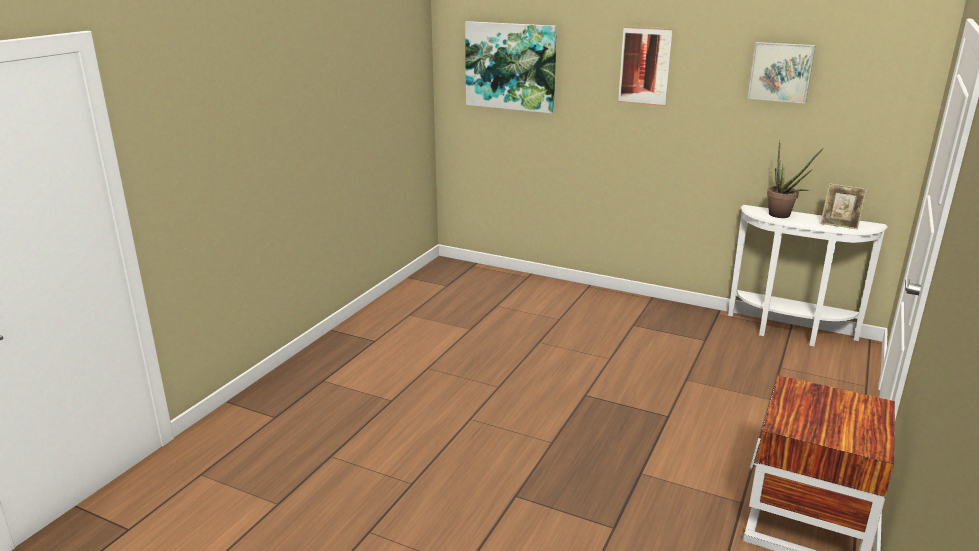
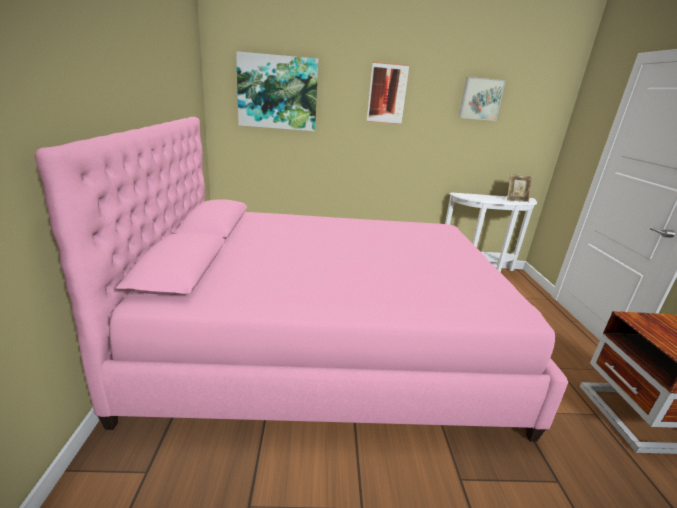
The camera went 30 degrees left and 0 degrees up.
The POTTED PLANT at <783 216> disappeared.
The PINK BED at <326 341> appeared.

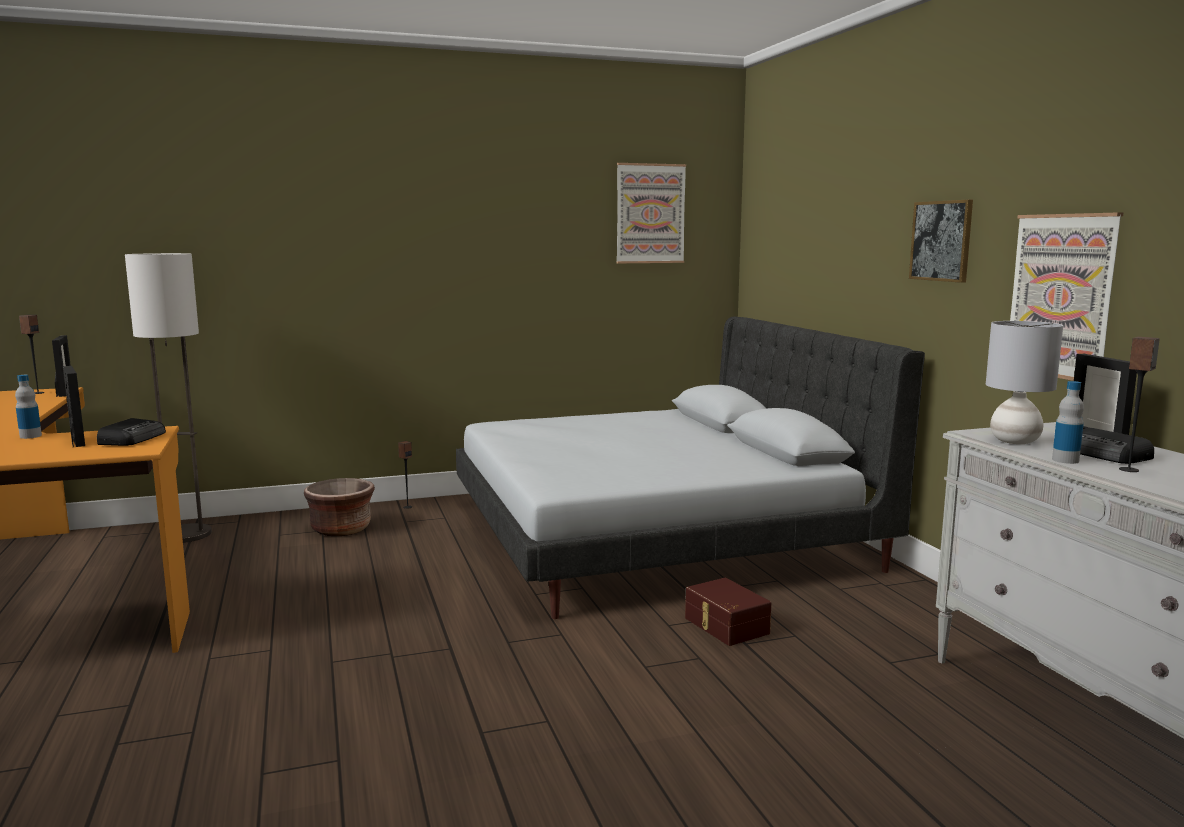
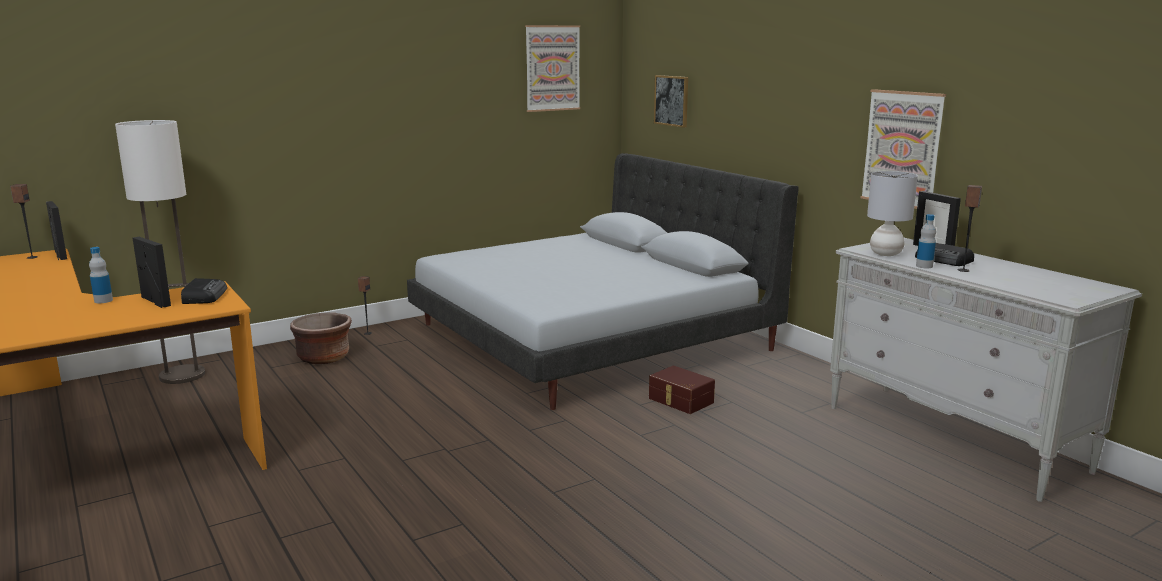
The camera went 15 degrees left and 5 degrees up.
The PICTURE moved from <941 241> to <671 100>.

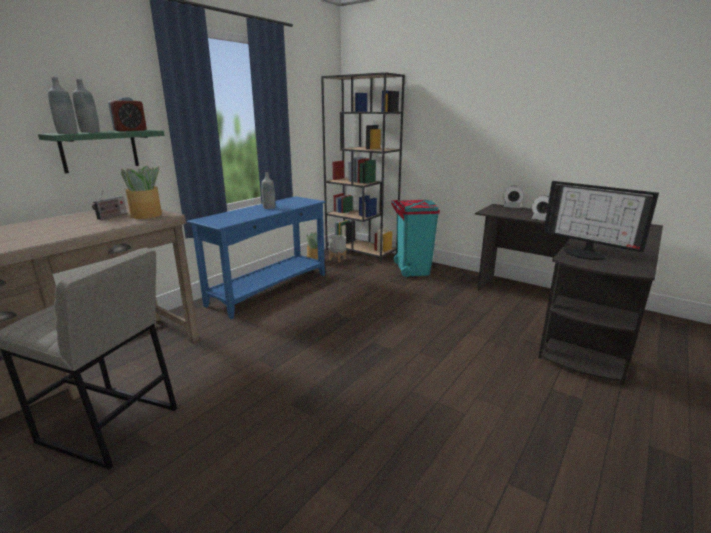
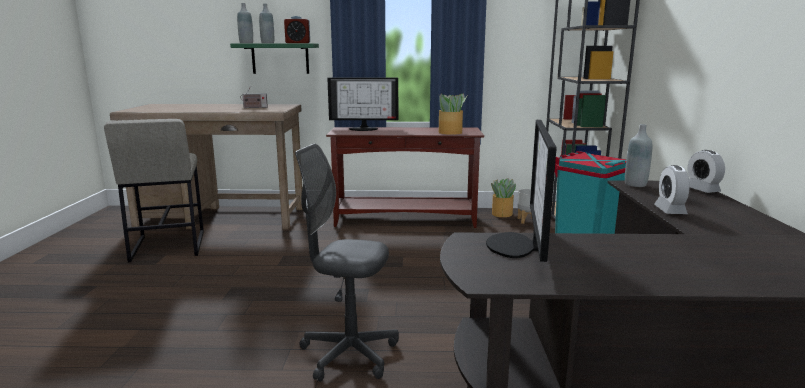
The camera went 55 degrees right and 5 degrees down.
The POTTED PLANT moved from <147 215> to <450 132>.
The BLUE CONSOLE TABLE at <269 289> became the BROWN CONSOLE TABLE at <406 220>.
The GREY BOTTLE moved from <269 207> to <635 184>.
The GREY OFFICE CHAIR at <349 354> appeared.
The MONITOR at <364 128> appeared.

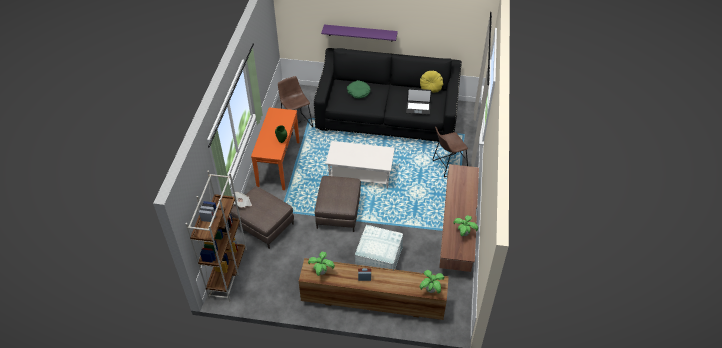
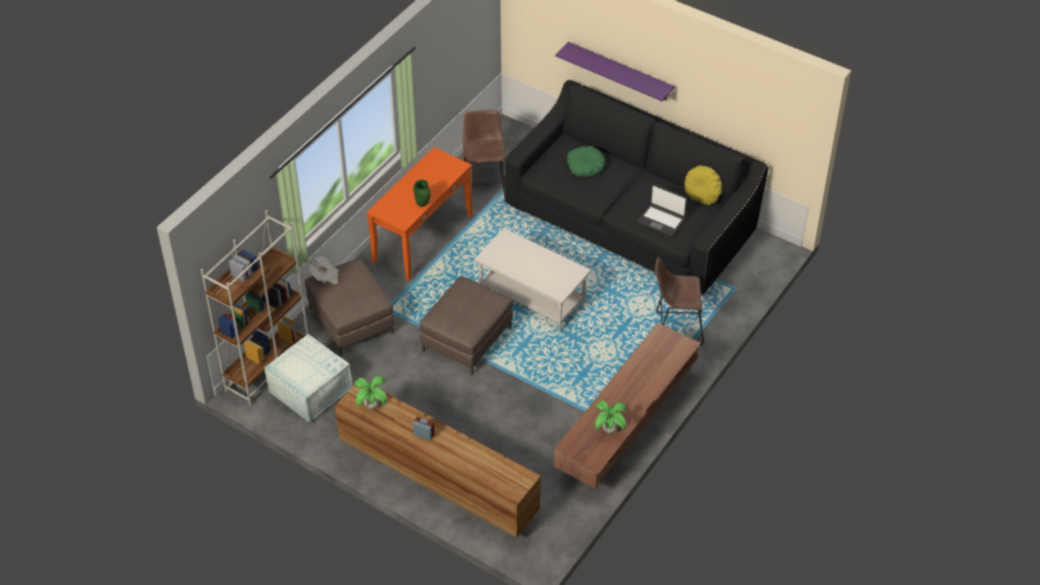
The camera went 25 degrees right and 0 degrees up.
The WHITE OTTOMAN moved from <378 259> to <310 391>.
The POTTED PLANT at <430 290> disappeared.

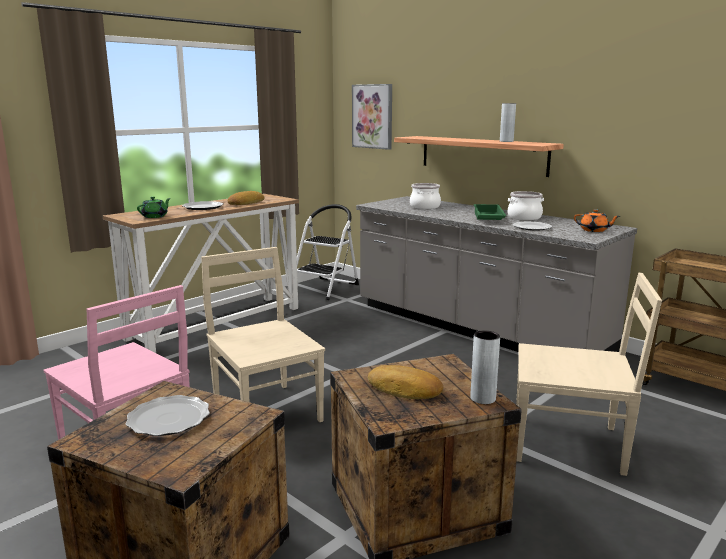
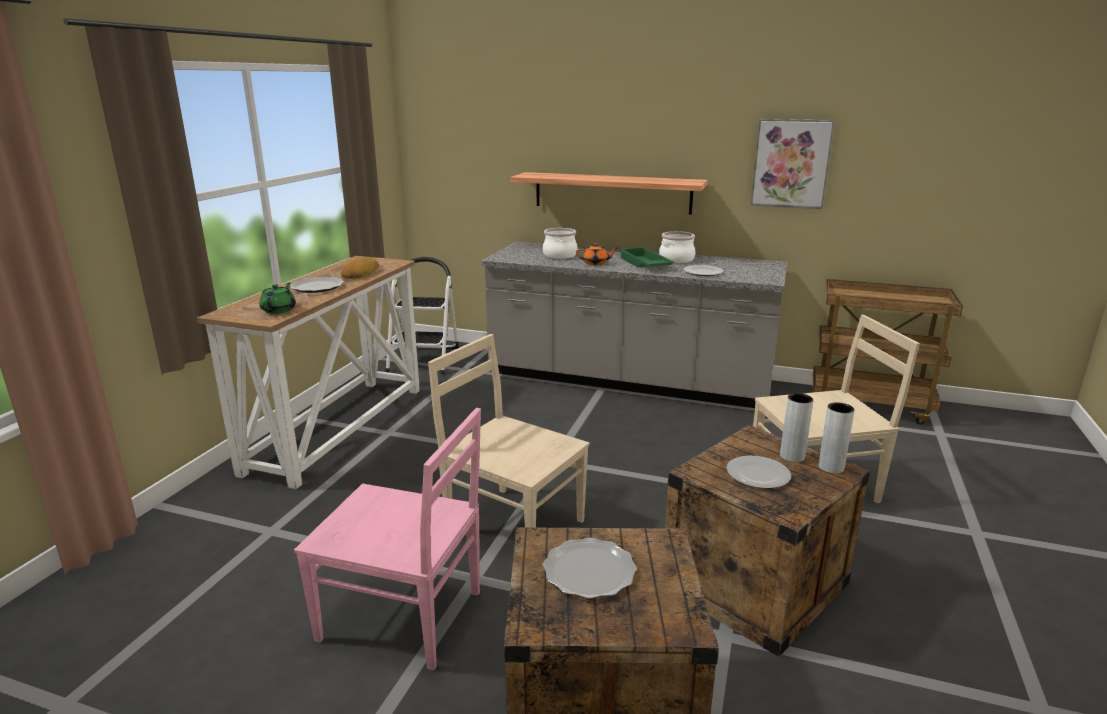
The camera went 25 degrees left and 5 degrees up.
The PICTURE moved from <372 116> to <791 163>.
The BREAD at <404 389> was replaced by the PLATE at <758 475>.
The GREY VASE moved from <506 141> to <792 456>.
The ORANGE TEAPOT moved from <594 230> to <596 263>.

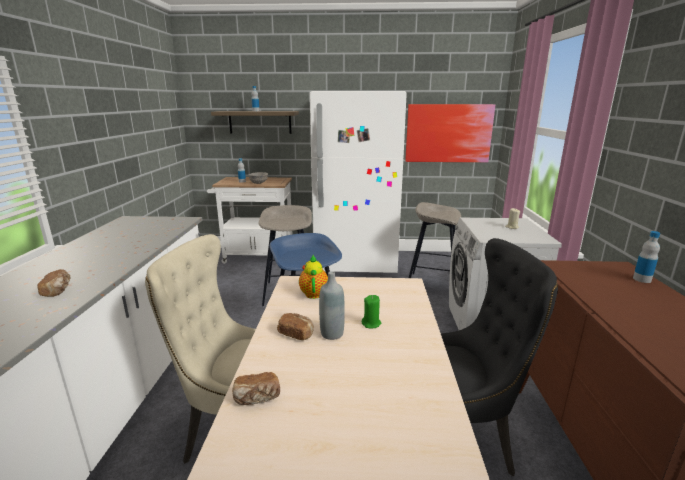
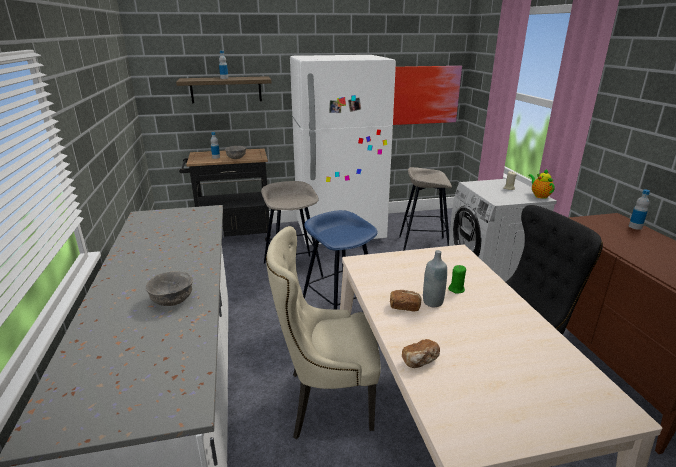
The camera went 15 degrees left and 5 degrees up.
The BREAD at <58 290> was replaced by the GREY BOWL at <173 300>.
The WHITE CART at <256 257> became the BLACK CART at <233 237>.
The TEAPOT moved from <314 293> to <539 195>.

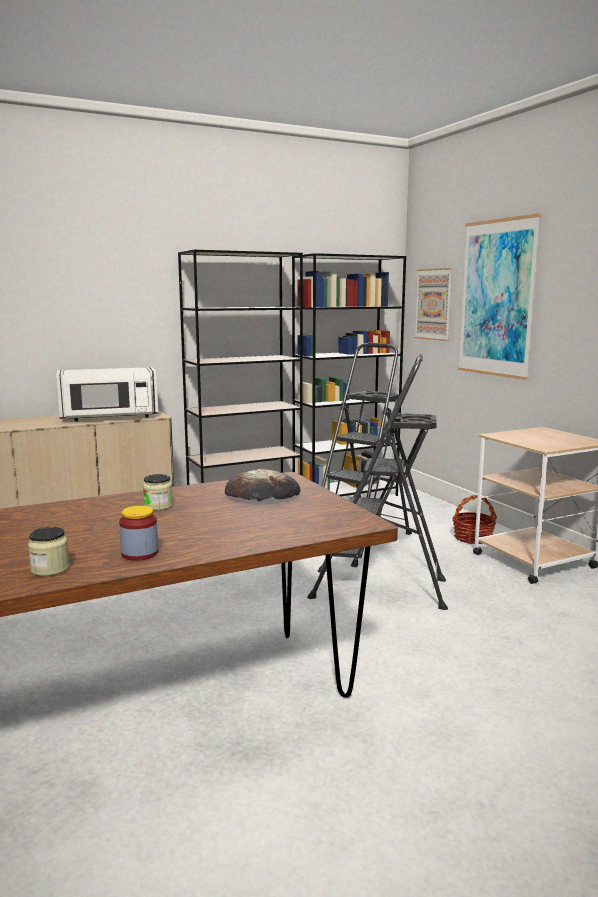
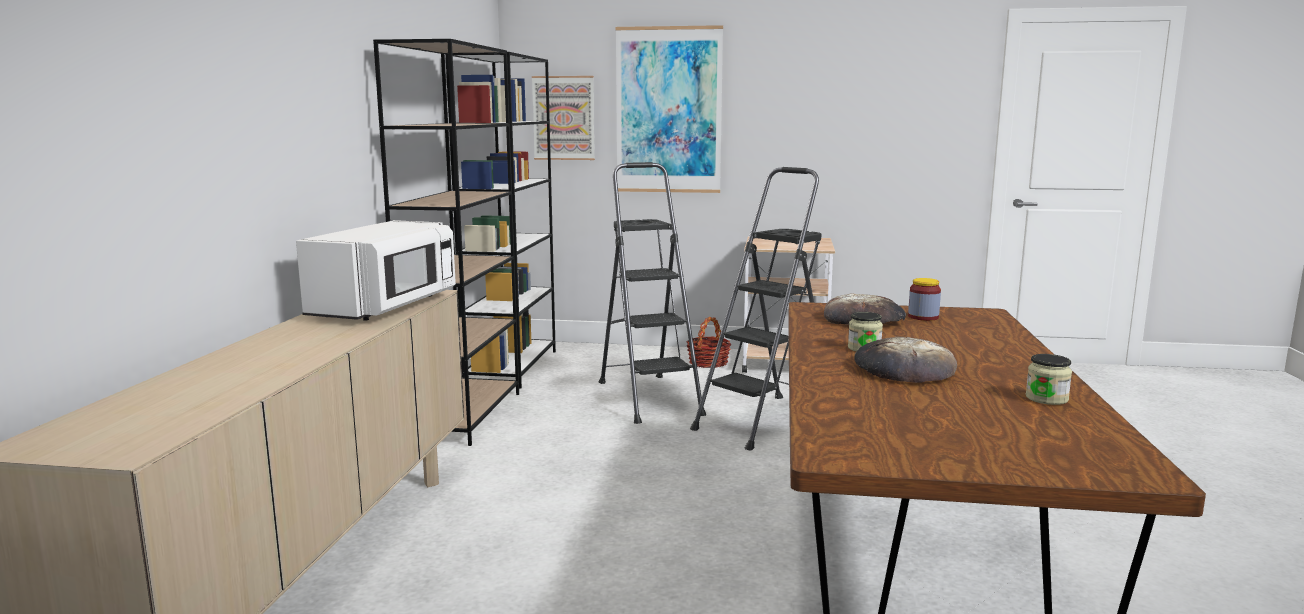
The camera went 55 degrees left and 0 degrees up.
The JAR moved from <139 554> to <923 317>.
The BREAD at <904 369> appeared.

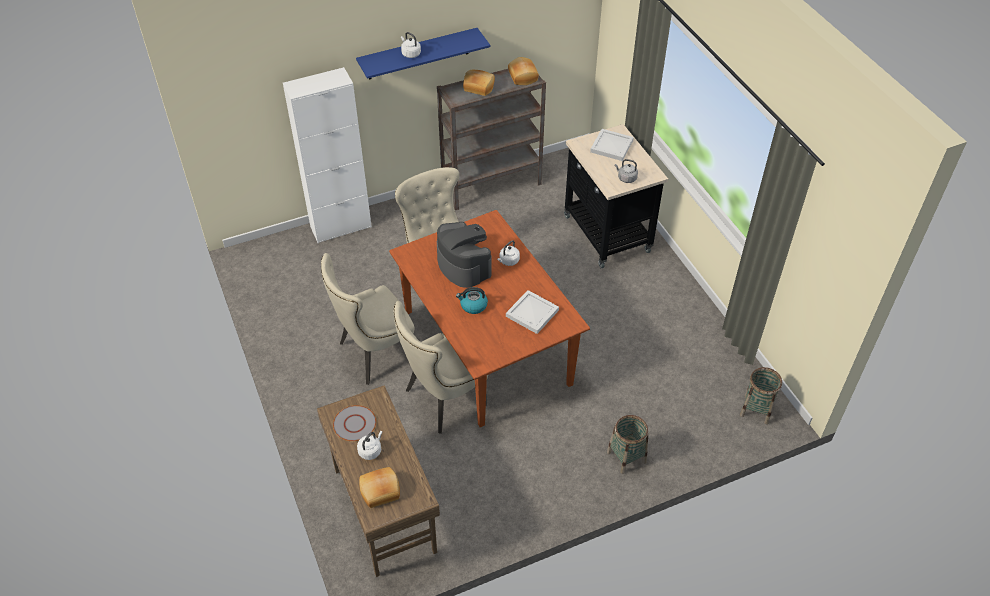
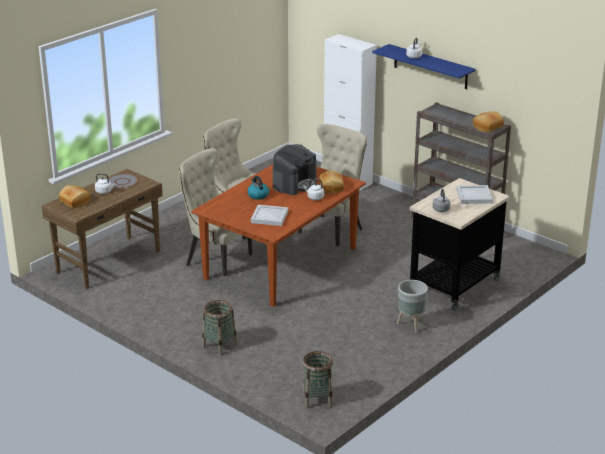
The camera went 65 degrees right and 20 degrees down.
The BREAD moved from <479 87> to <332 188>.
The GREY PLANTER at <411 325> appeared.

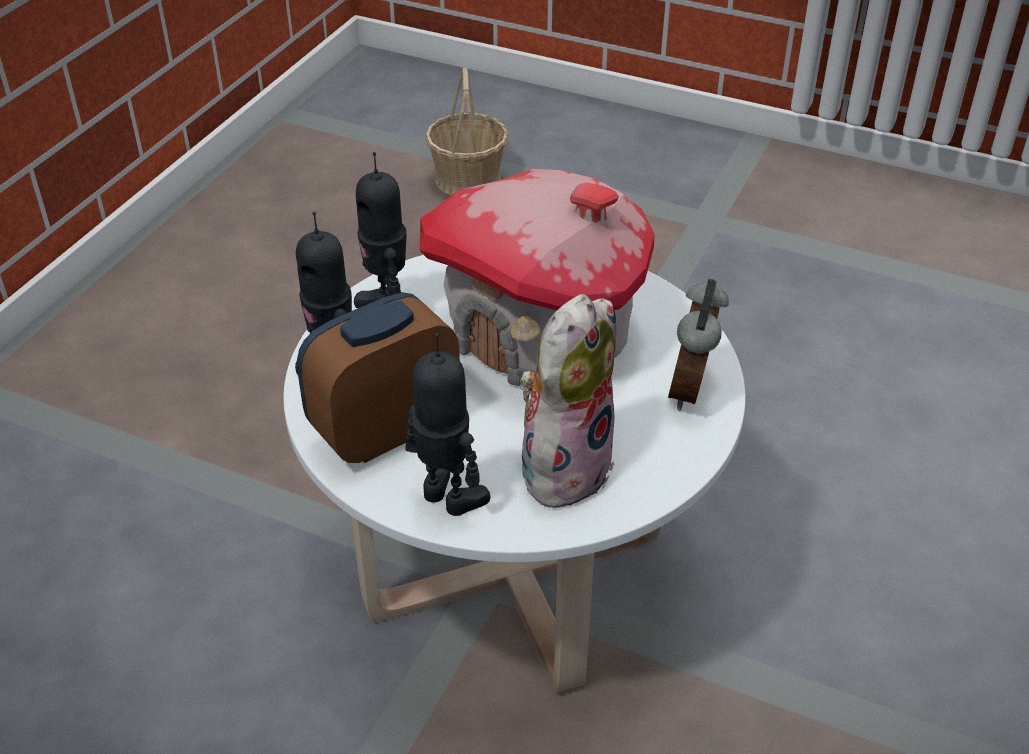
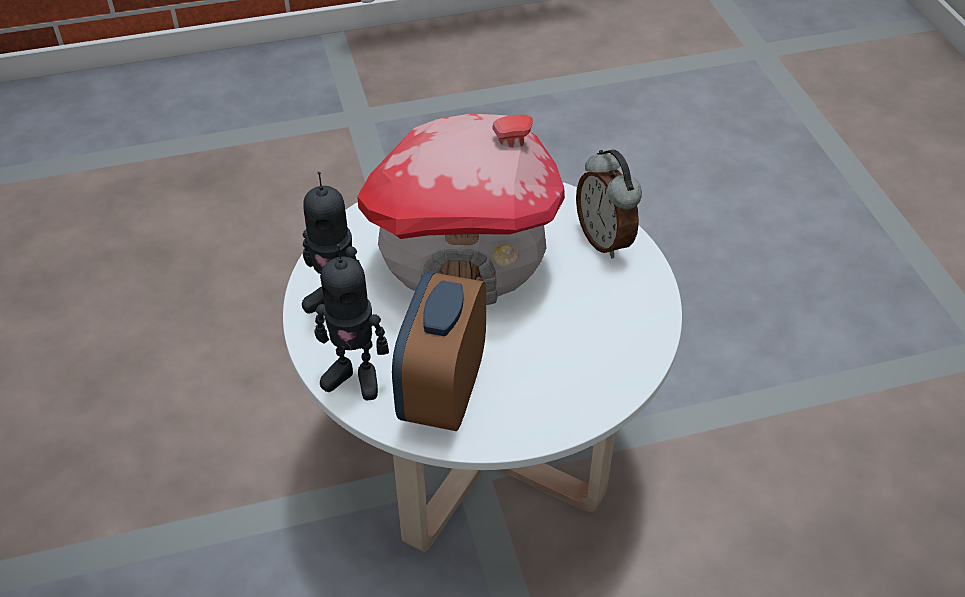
The camera went 40 degrees left and 5 degrees up.
The TOY ROBOT at <447 499> disappeared.
The BASKET at <468 179> disappeared.
The PLUSH TOY at <564 465> disappeared.

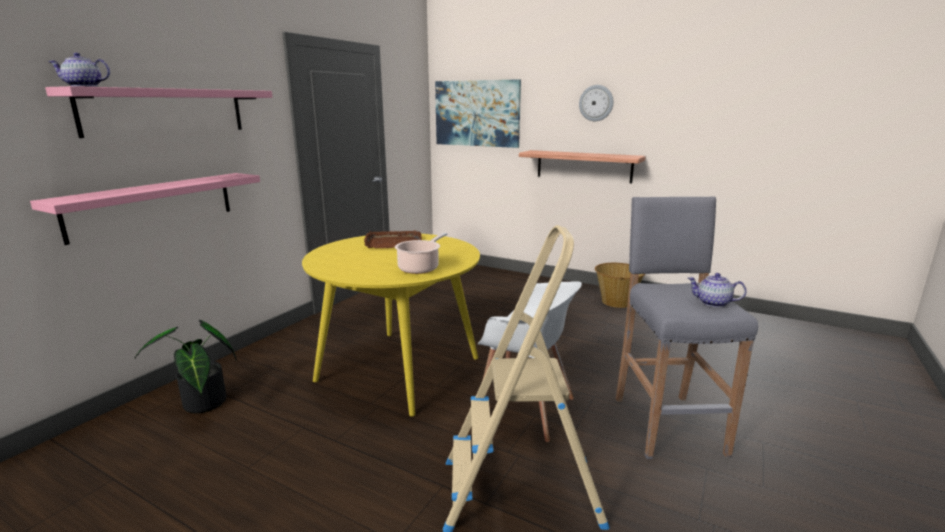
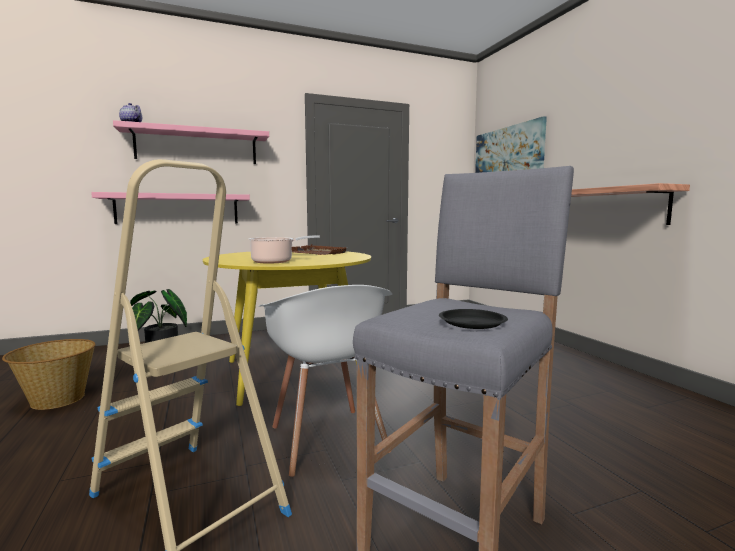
The camera went 40 degrees right and 10 degrees down.
The WALL CLOCK at <596 103> disappeared.
The BASKET moved from <616 302> to <56 399>.
The TEAPOT at <713 303> was replaced by the BLACK PLATE at <472 323>.

